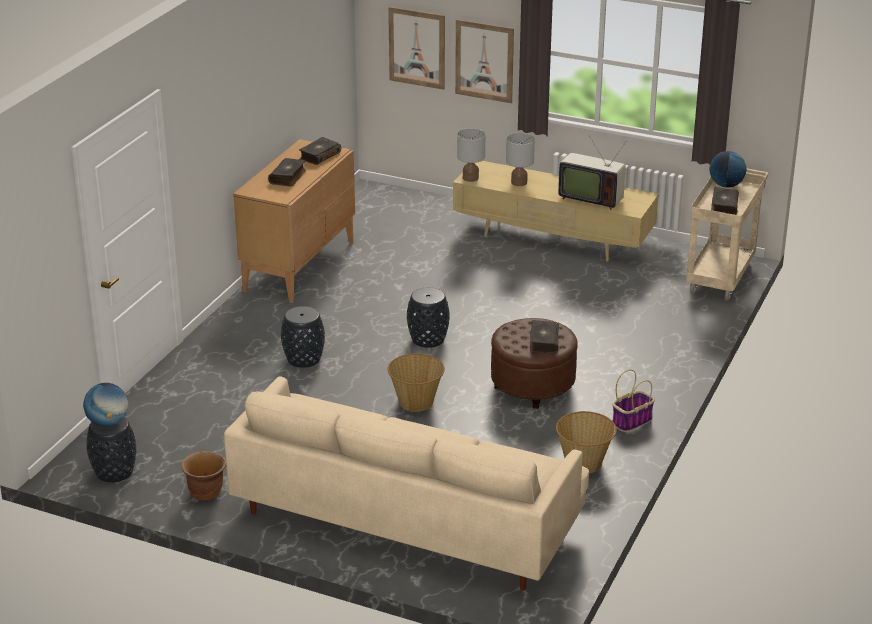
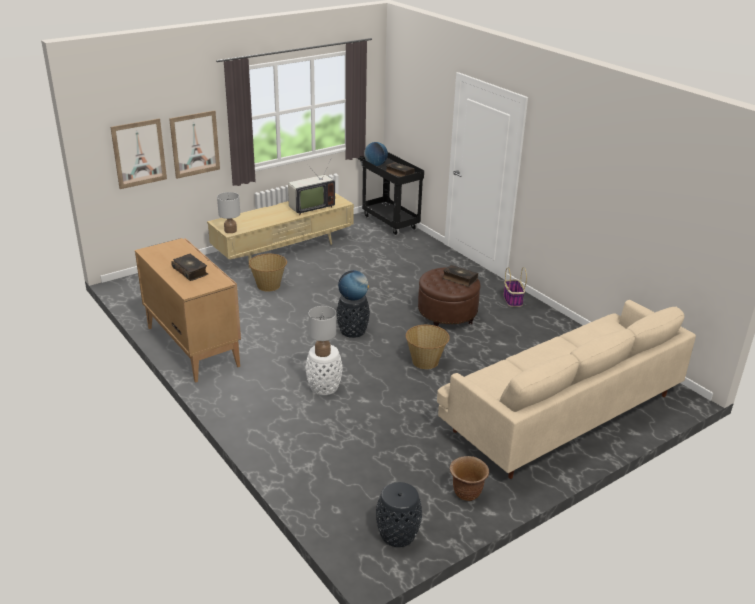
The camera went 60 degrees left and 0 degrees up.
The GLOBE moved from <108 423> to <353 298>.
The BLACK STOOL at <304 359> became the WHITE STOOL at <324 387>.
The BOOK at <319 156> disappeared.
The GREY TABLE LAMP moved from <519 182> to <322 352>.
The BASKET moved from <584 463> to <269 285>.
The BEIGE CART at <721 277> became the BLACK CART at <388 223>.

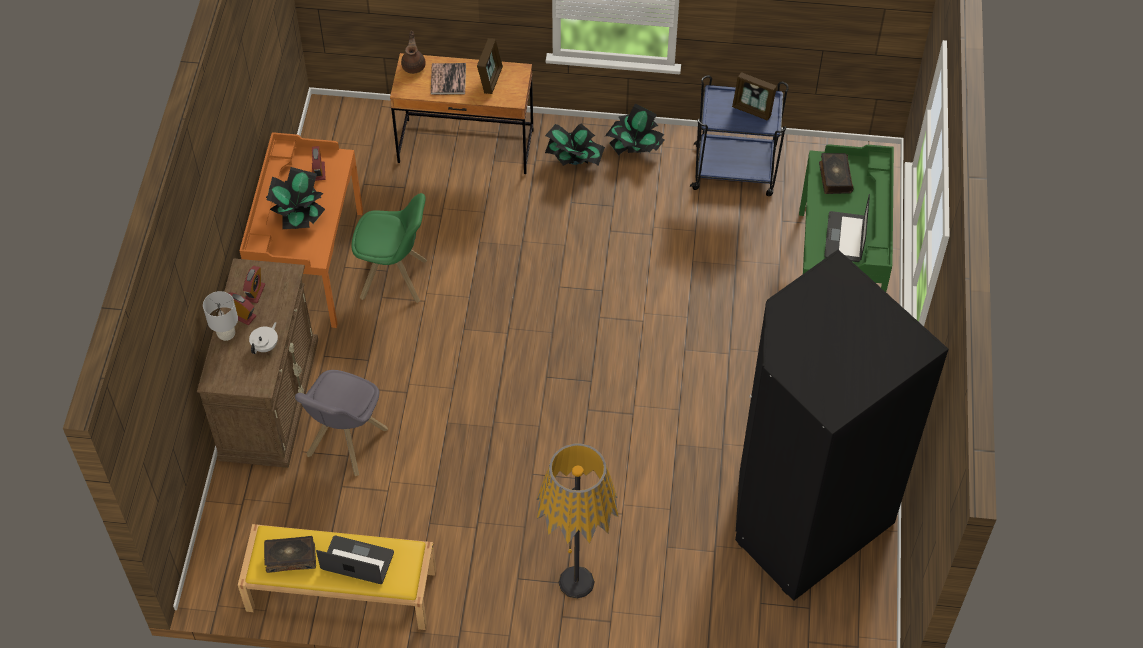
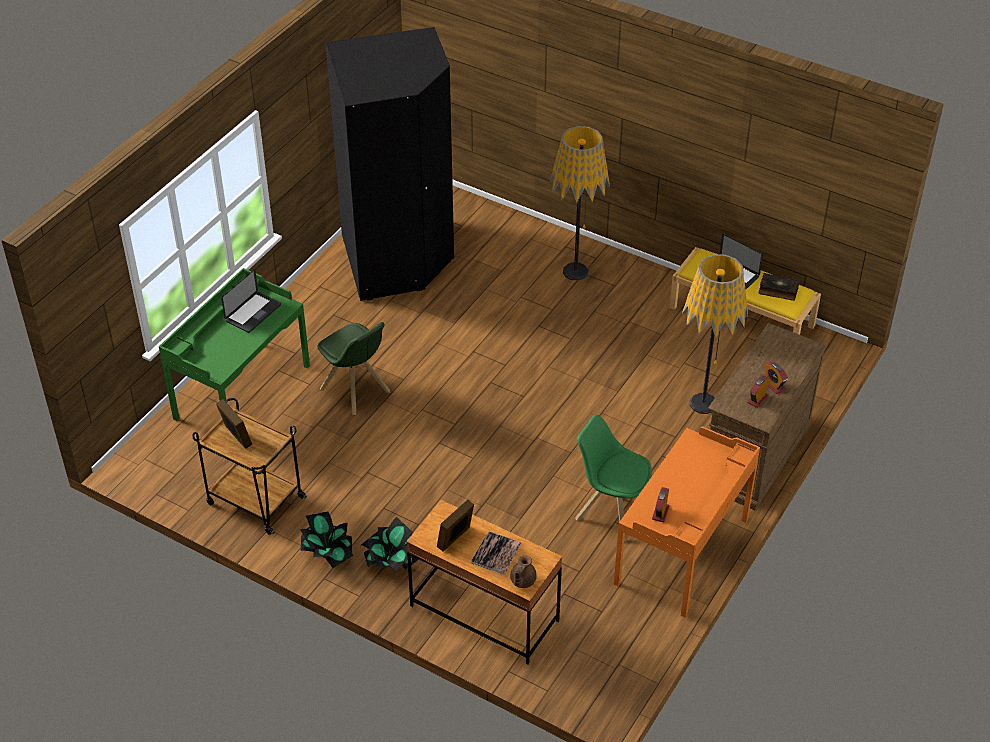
The camera went 155 degrees left and 10 degrees down.
The GREY TABLE LAMP at <227 335> disappeared.
The WHITE TEAPOT at <266 346> disappeared.
The POTTED PLANT at <298 214> disappeared.
The GREY CHAIR at <346 442> was replaced by the FLOOR LAMP at <703 403>.
The BLUE CART at <735 171> became the BROWN CART at <255 500>.
The BOOK at <834 177> disappeared.
The GREEN CHAIR at <355 390> appeared.

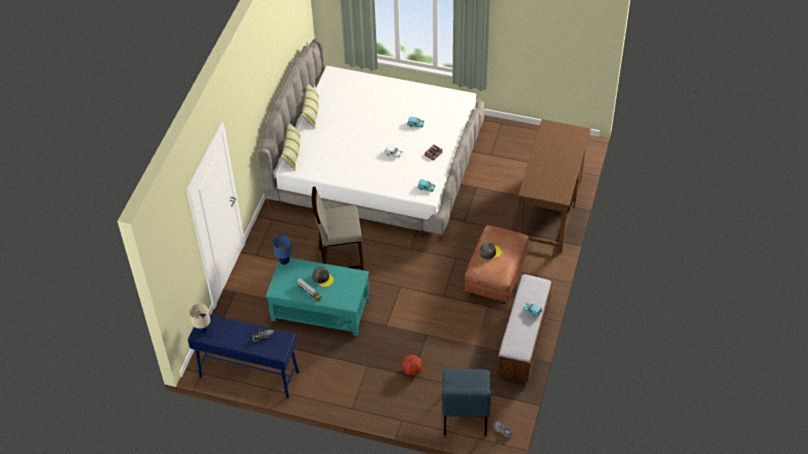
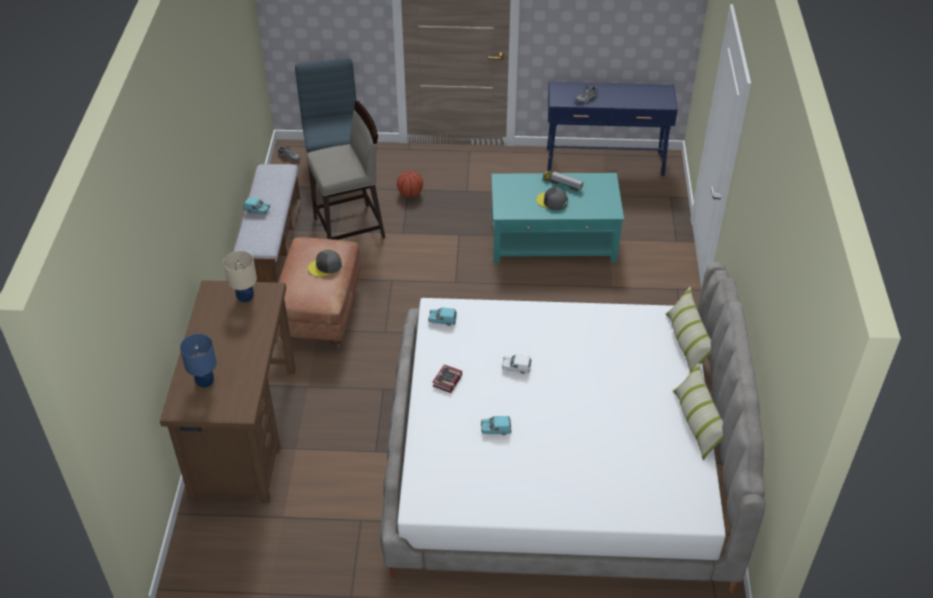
The camera went 165 degrees right and 5 degrees down.
The BEIGE TABLE LAMP moved from <202 330> to <246 297>.
The BLUE TABLE LAMP moved from <284 262> to <204 382>.
The BEIGE STOOL moved from <340 260> to <350 228>.

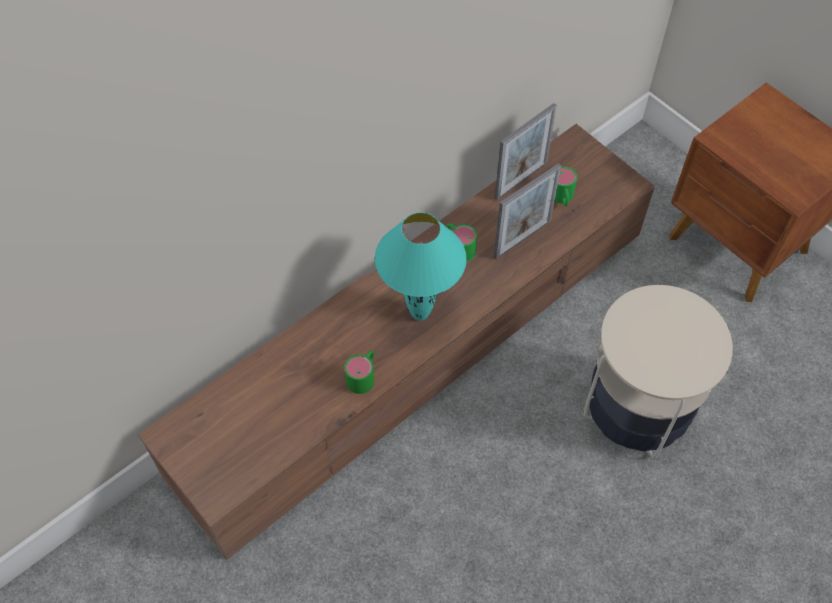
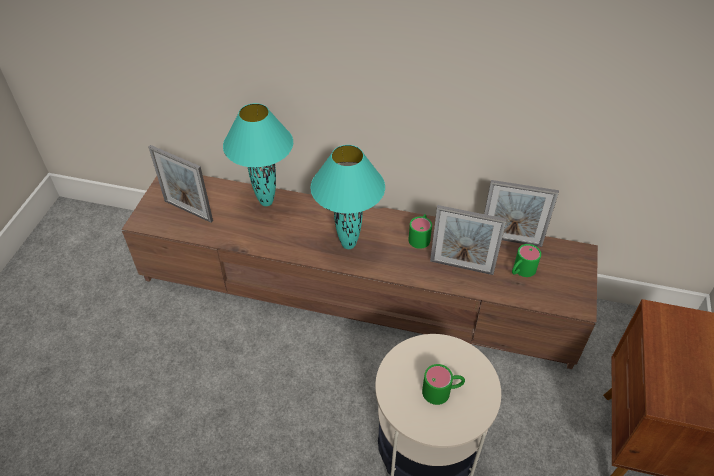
The camera went 55 degrees right and 10 degrees down.
The GREEN MUG moved from <363 376> to <442 391>.
The PICTURE FRAME at <188 211> appeared.
The TURQUOISE TABLE LAMP at <266 202> appeared.

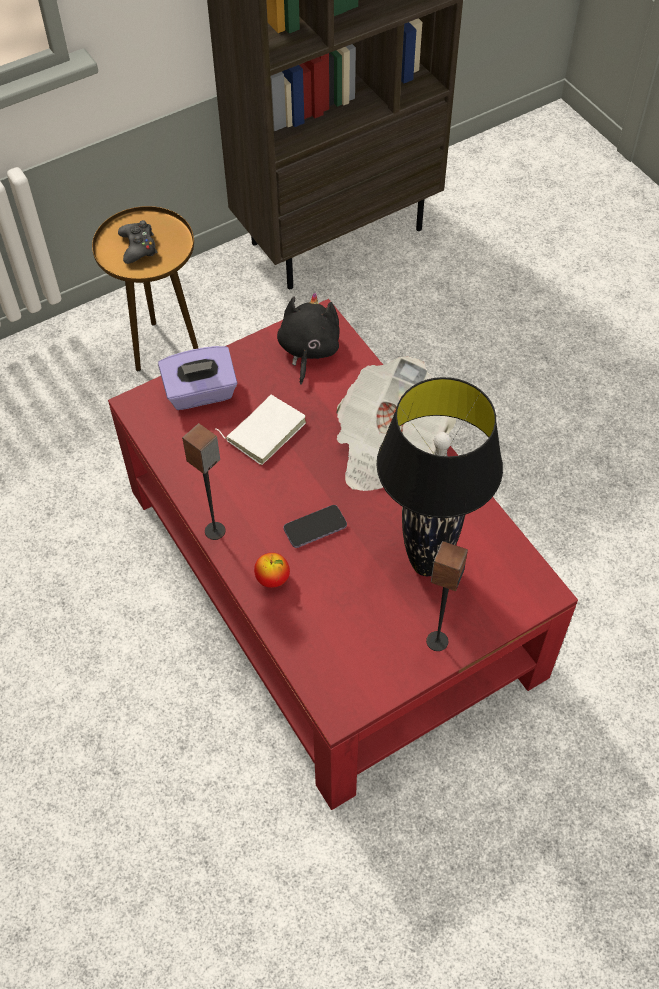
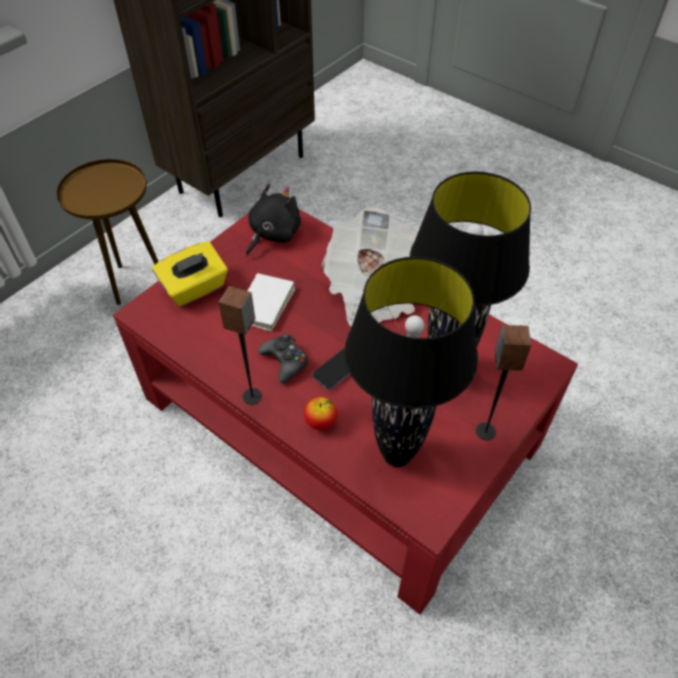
The camera went 20 degrees left and 5 degrees down.
The BLACK GAME CONTROLLER moved from <138 247> to <285 361>.
The PURPLE TISSUE BOX at <201 393> became the YELLOW TISSUE BOX at <195 288>.
The BLACK PLUSH TOY at <308 350> turned 45 degrees clockwise.
The BLACK TABLE LAMP at <397 454> appeared.

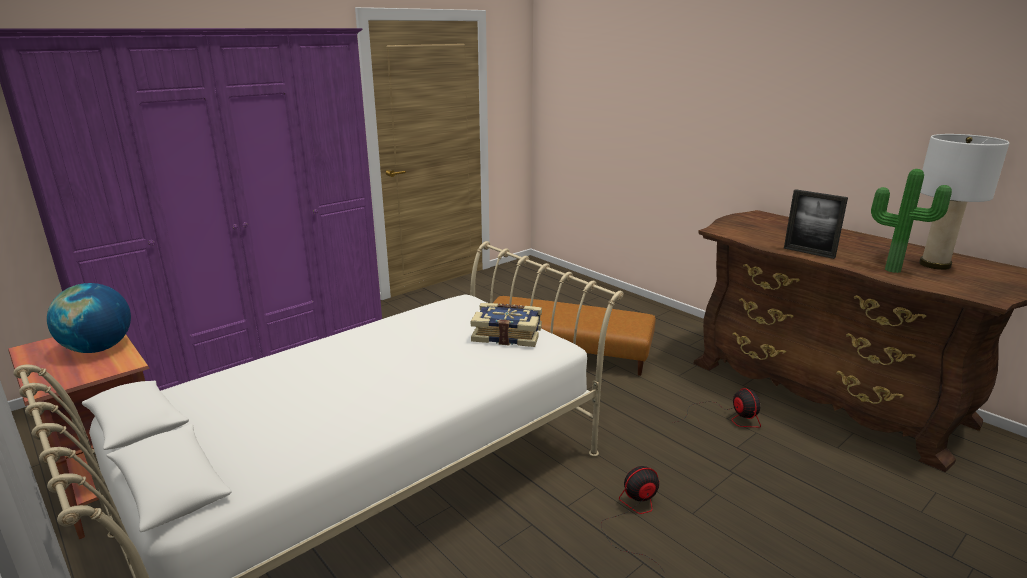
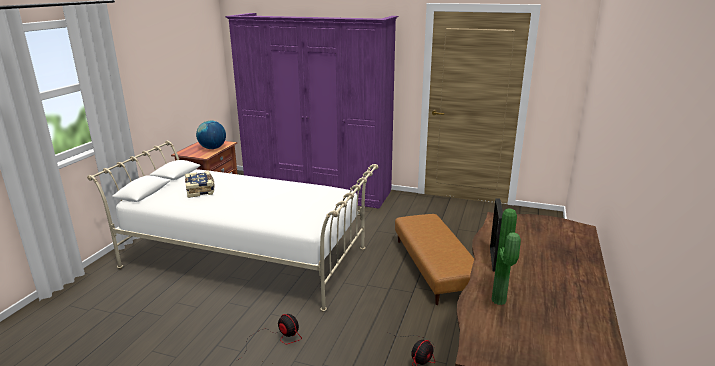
The camera went 60 degrees right and 0 degrees up.
The BOOK moved from <507 334> to <201 190>.
The WHITE TABLE LAMP at <934 264> disappeared.

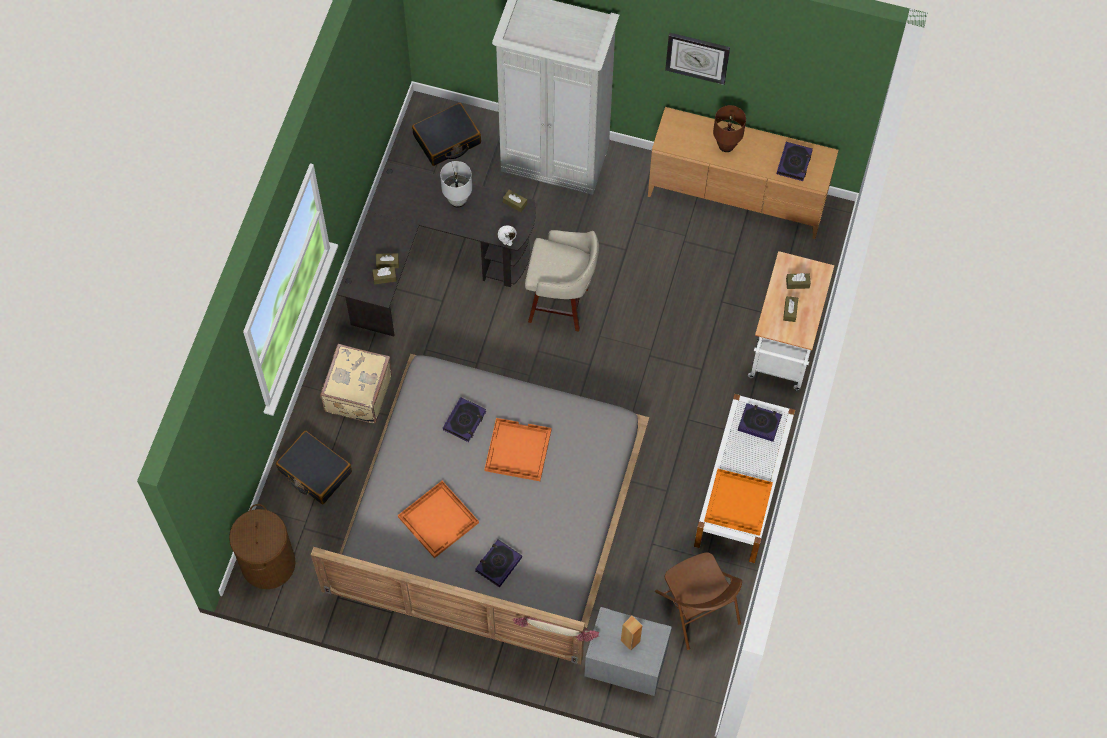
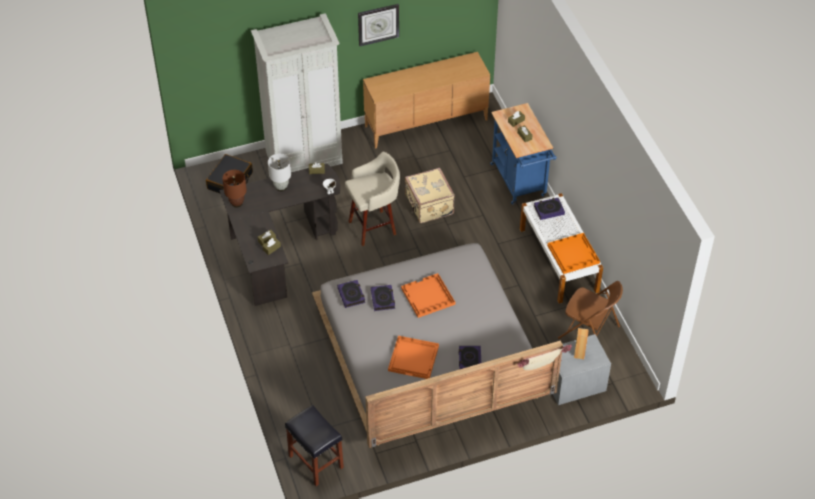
The camera went 35 degrees left and 15 degrees down.
The BROWN LAUNDRY BASKET at <268 563> was replaced by the BLACK STOOL at <315 461>.
The BLACK SUITCASE at <314 472> disappeared.
The BEIGE SUITCASE moved from <357 393> to <428 206>.
The BROWN TABLE LAMP moved from <726 145> to <237 203>.
The WHITE CART at <782 353> became the BLUE CART at <520 183>.
The BOOK moved from <794 163> to <351 295>.

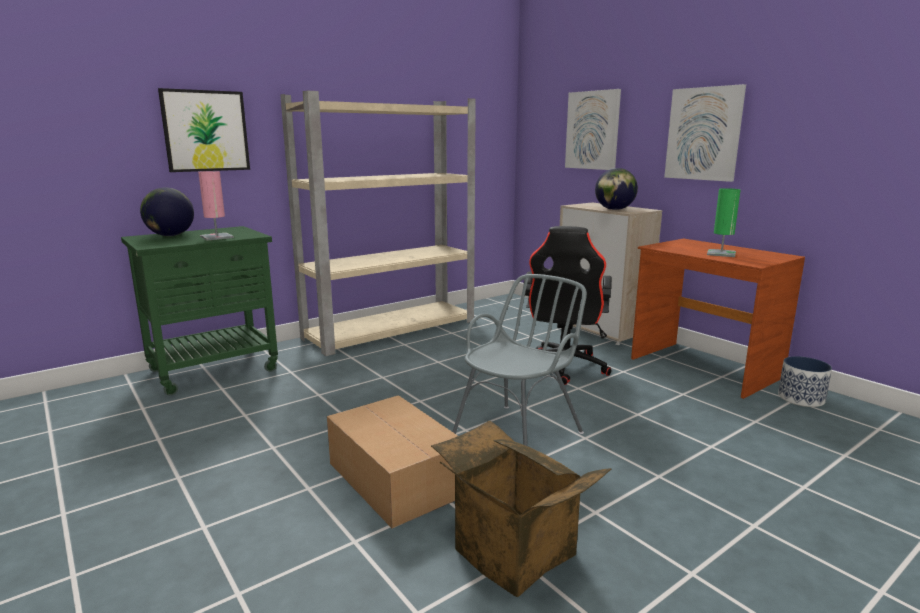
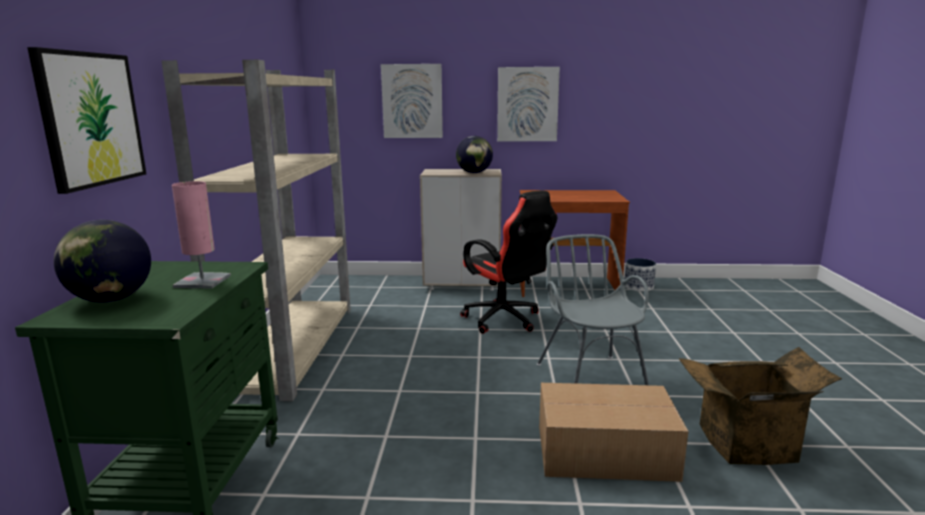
The camera went 50 degrees left and 0 degrees up.
The GREEN TABLE LAMP at <721 253> disappeared.

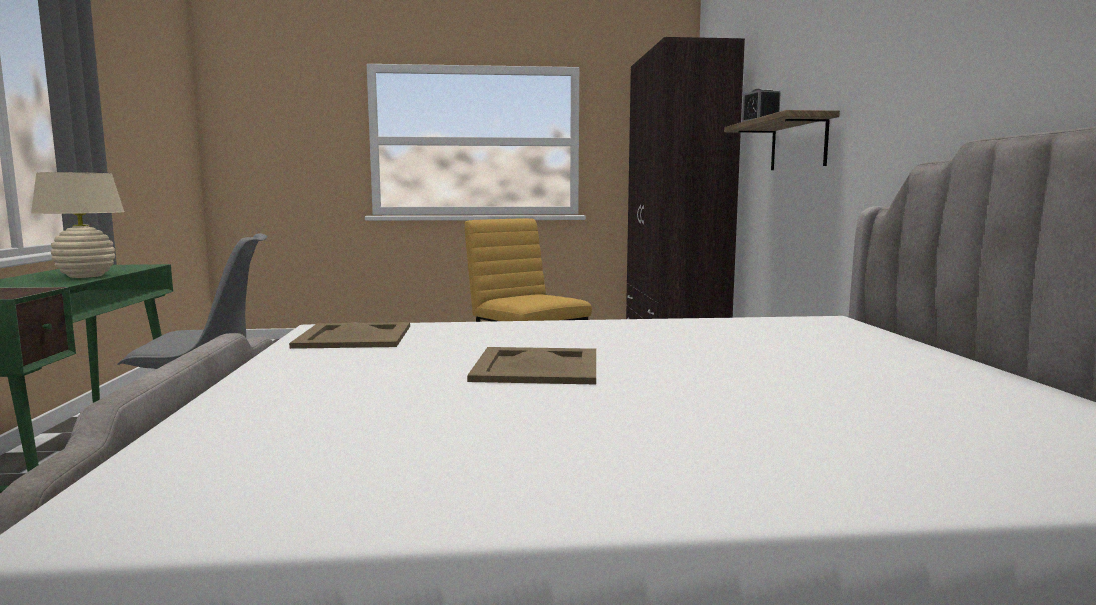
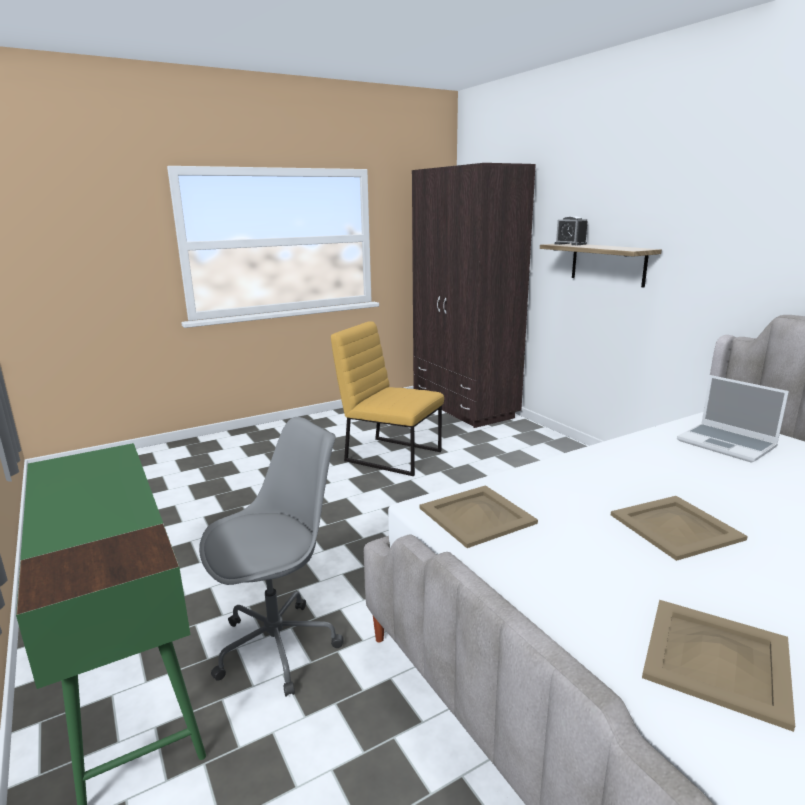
The camera went 25 degrees left and 10 degrees up.
The BEIGE TABLE LAMP at <85 276> disappeared.
The BEIGE TRAY at <715 659> appeared.
The LAPTOP at <727 444> appeared.

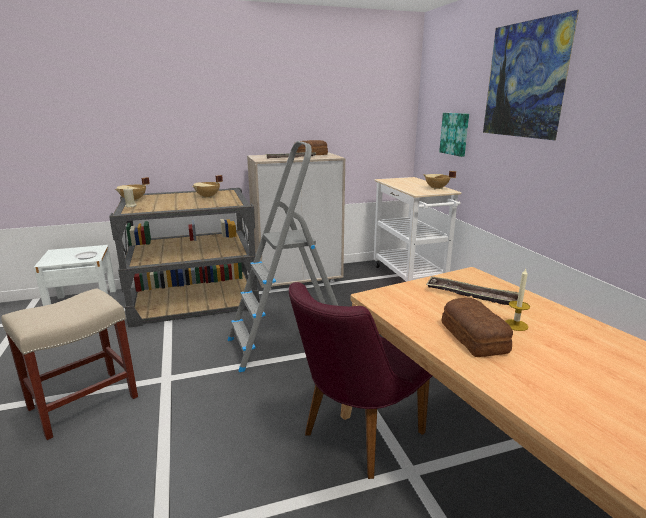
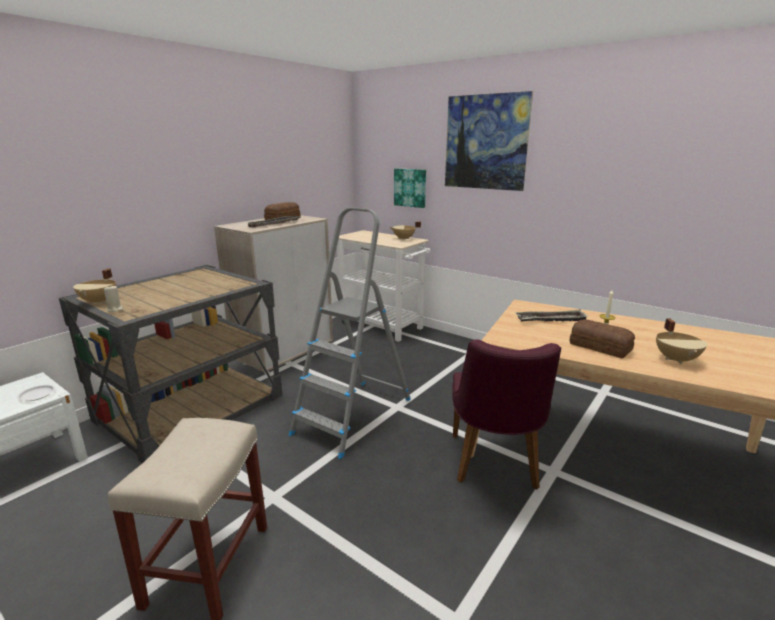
The camera went 35 degrees left and 0 degrees up.
The BEIGE COOKING POT moved from <208 197> to <676 359>.

